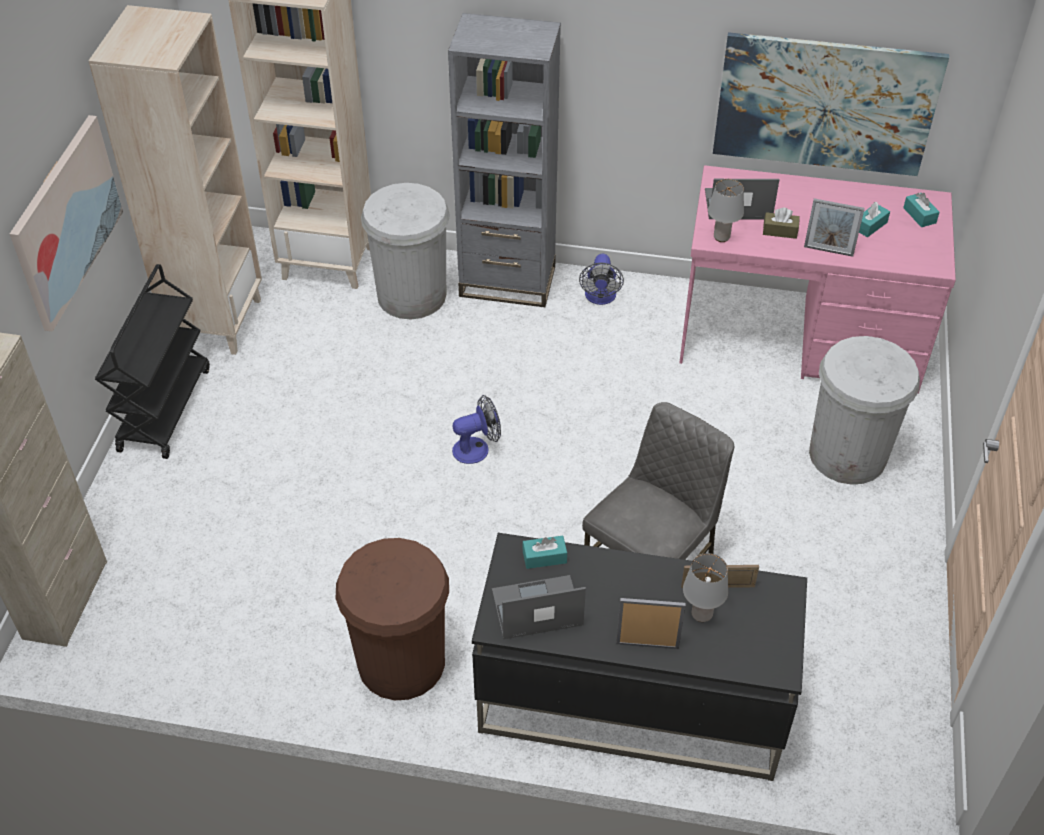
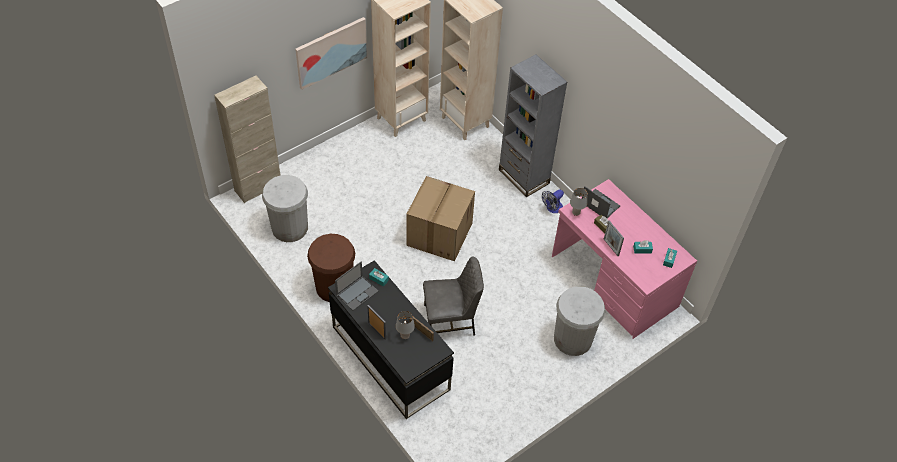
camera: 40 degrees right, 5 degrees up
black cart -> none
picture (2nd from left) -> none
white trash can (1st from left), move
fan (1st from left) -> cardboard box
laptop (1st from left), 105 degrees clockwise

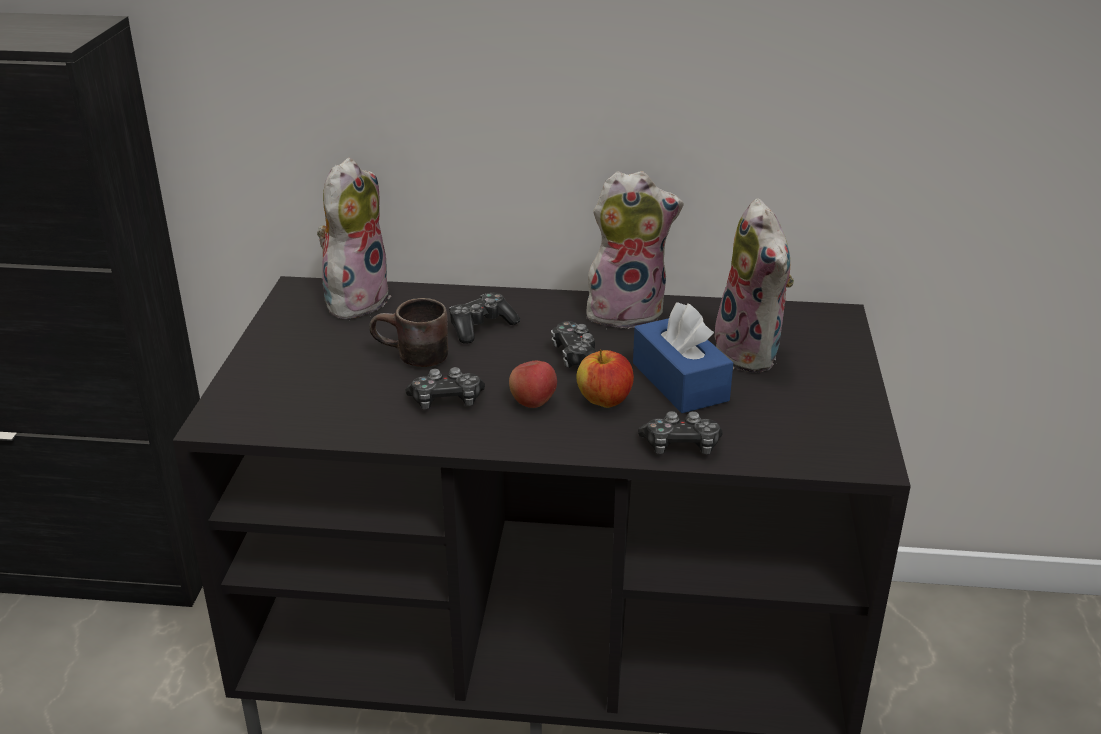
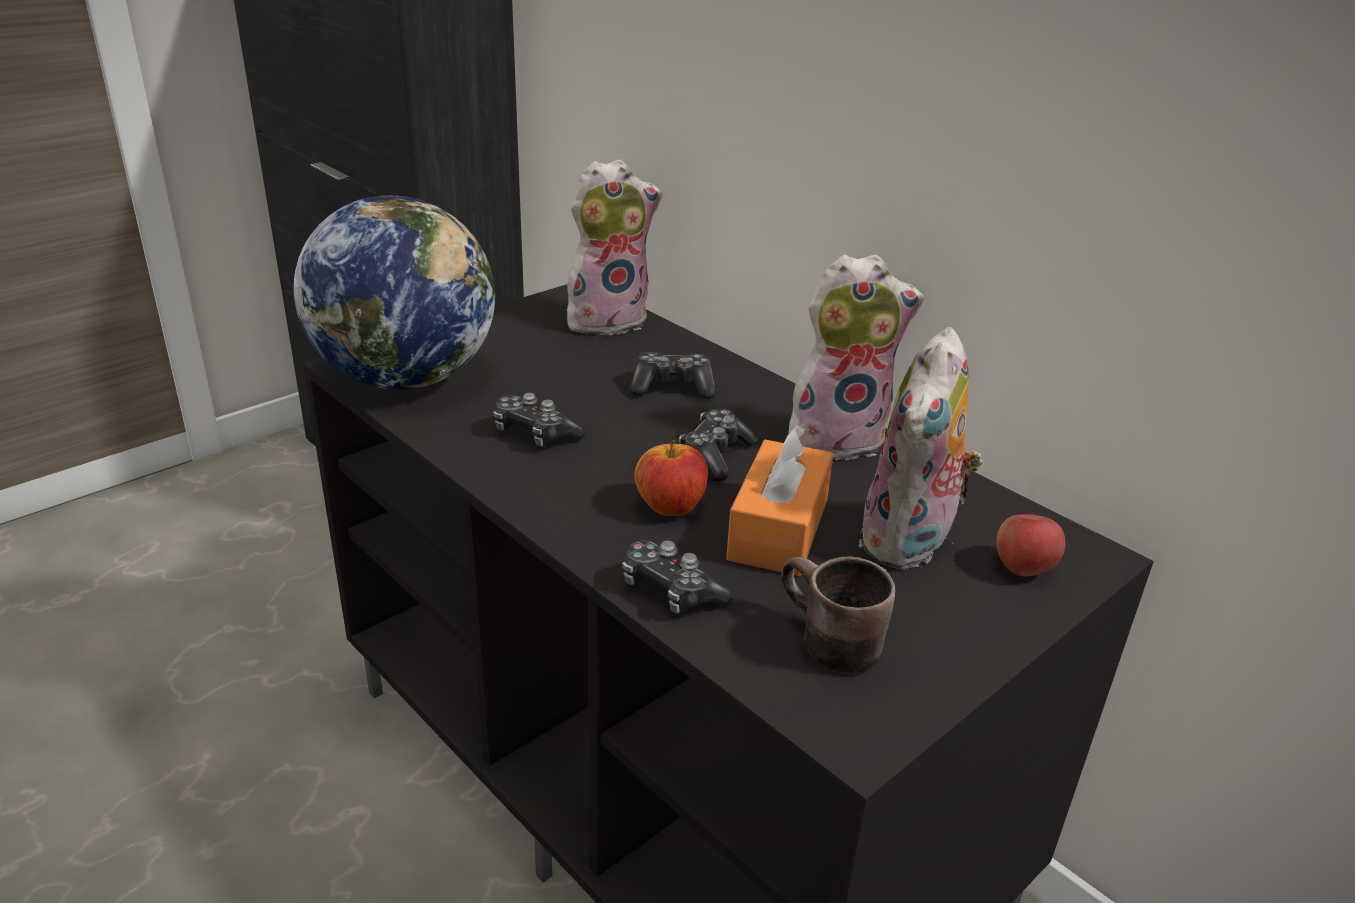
camera: 40 degrees right, 0 degrees up
none -> globe
brown mug, move
apple (1st from left in the first image) -> apple (2nd from left), move
blue tissue box -> orange tissue box
plush toy (2nd from left), 45 degrees counterclockwise

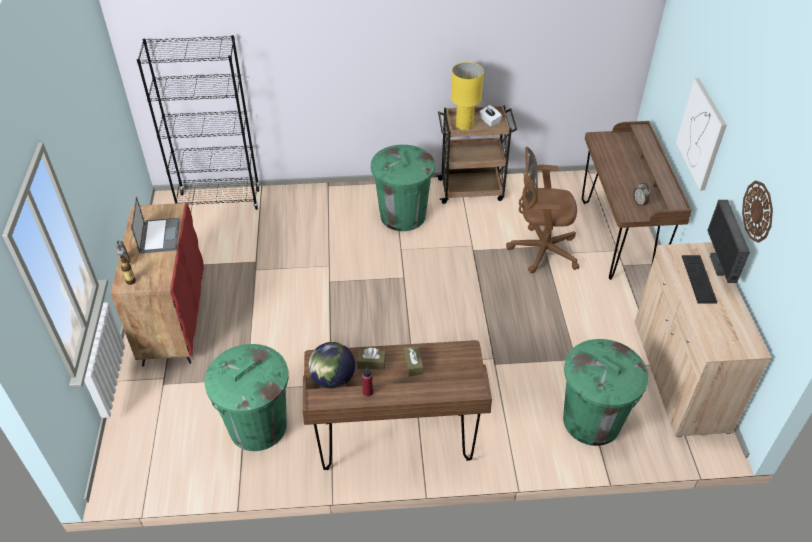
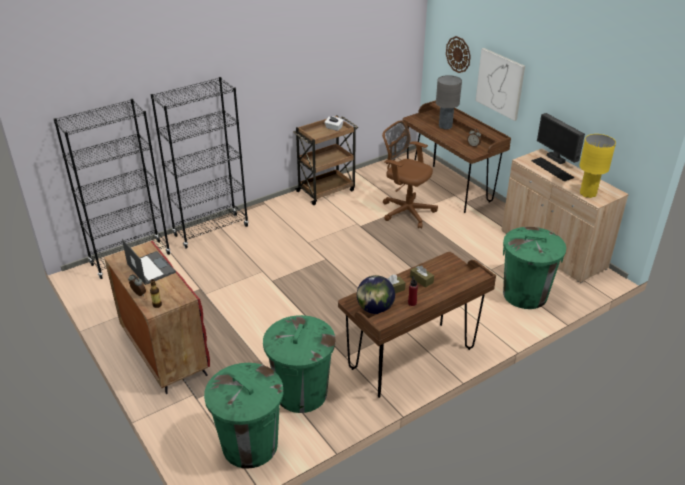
camera: 30 degrees left, 10 degrees down
none -> black bookcase (2nd from left)
none -> grey table lamp
green trash can (2nd from left in the first image) -> green trash can (1st from left), move
yellow table lamp, move
wall clock, move
brown office chair, 60 degrees clockwise

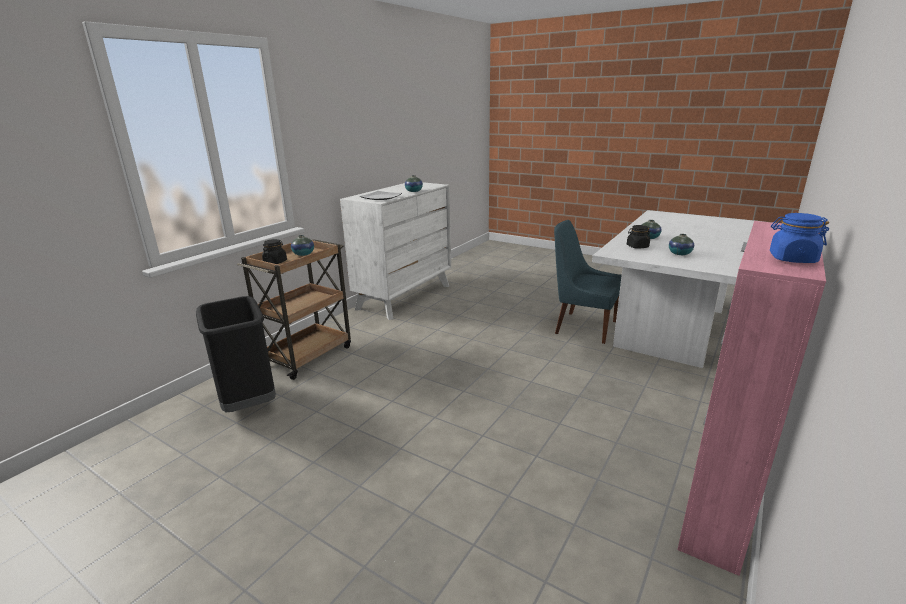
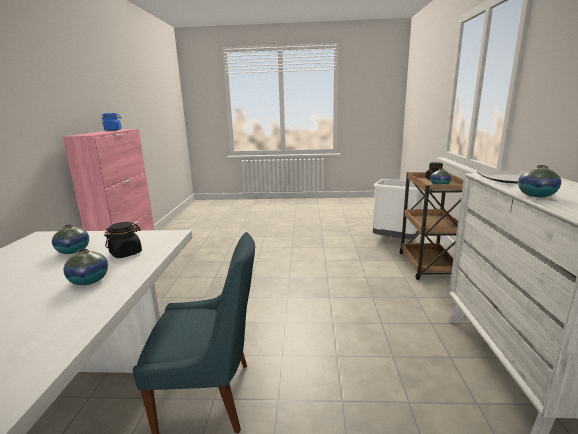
camera: 150 degrees right, 5 degrees down
black trash can -> white trash can

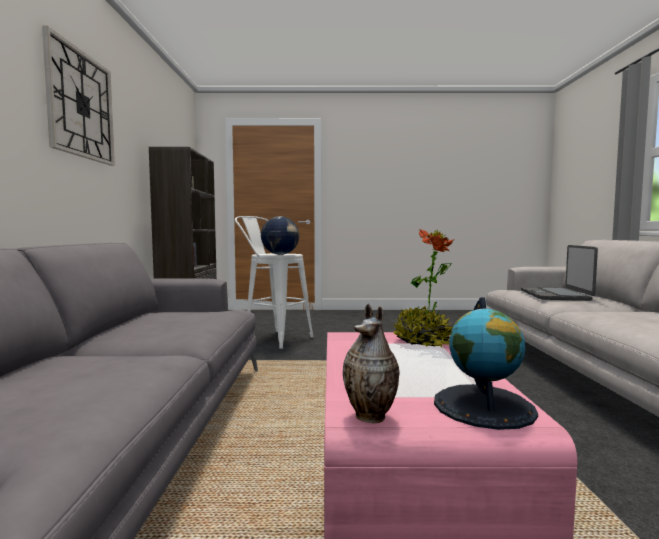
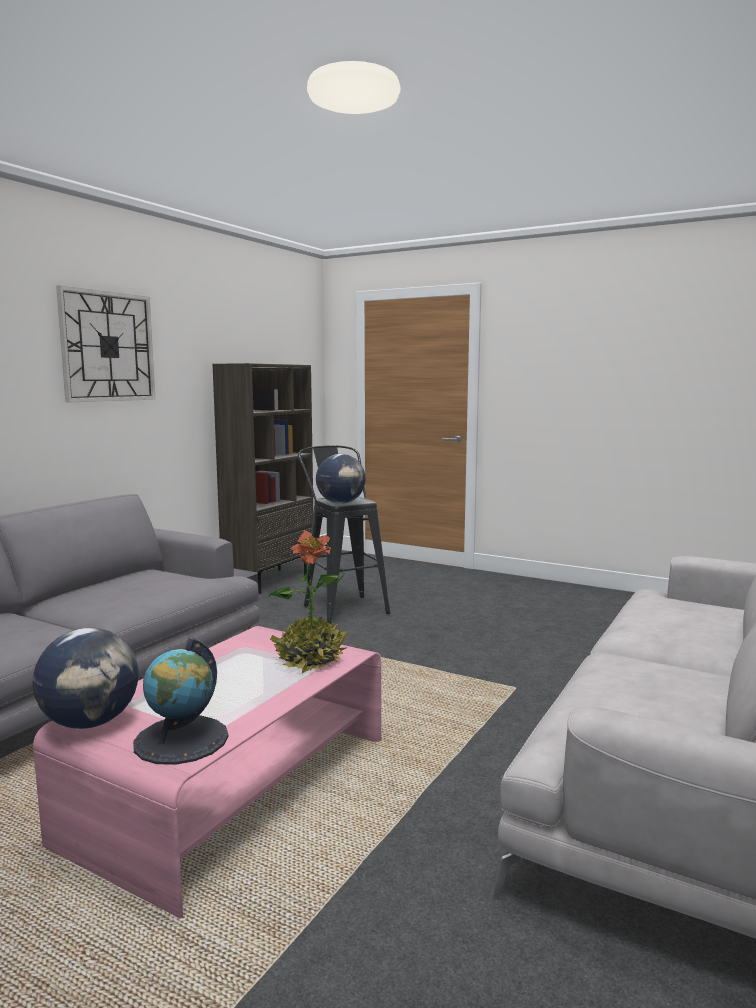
camera: 30 degrees right, 5 degrees up
laptop -> none
vase -> globe (1st from left)
white stool -> black stool

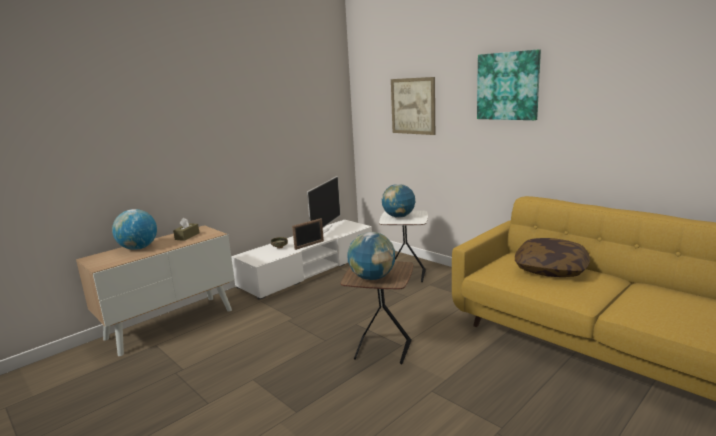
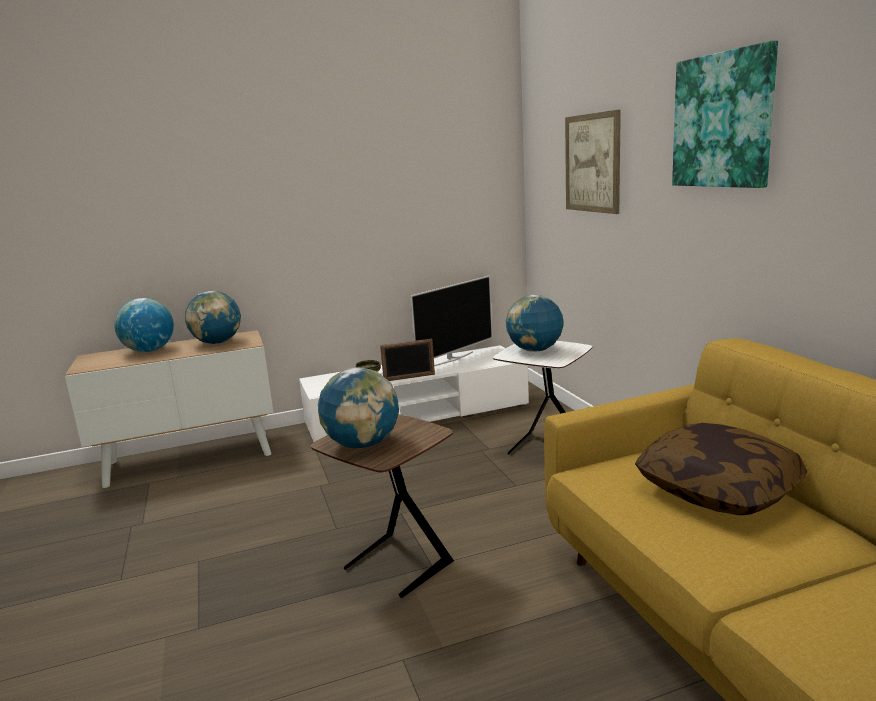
camera: 25 degrees right, 0 degrees up
brown tissue box -> globe (2nd from left)

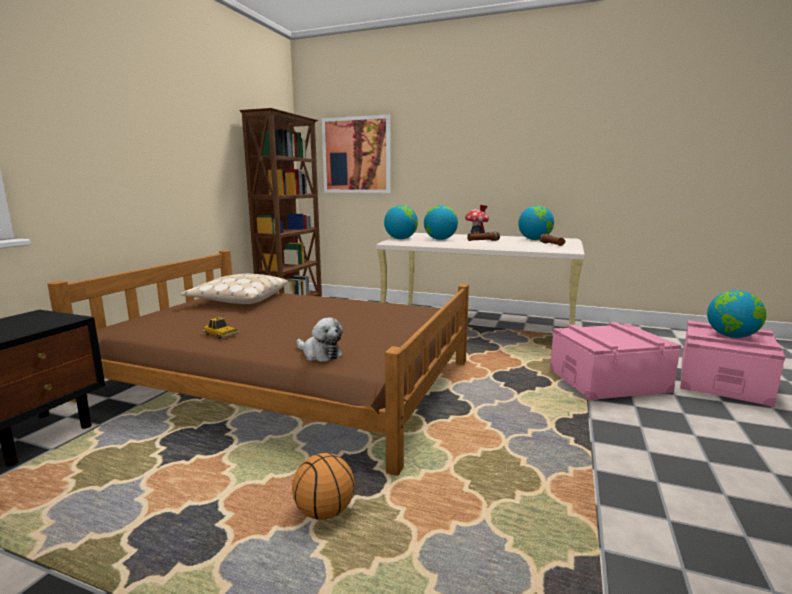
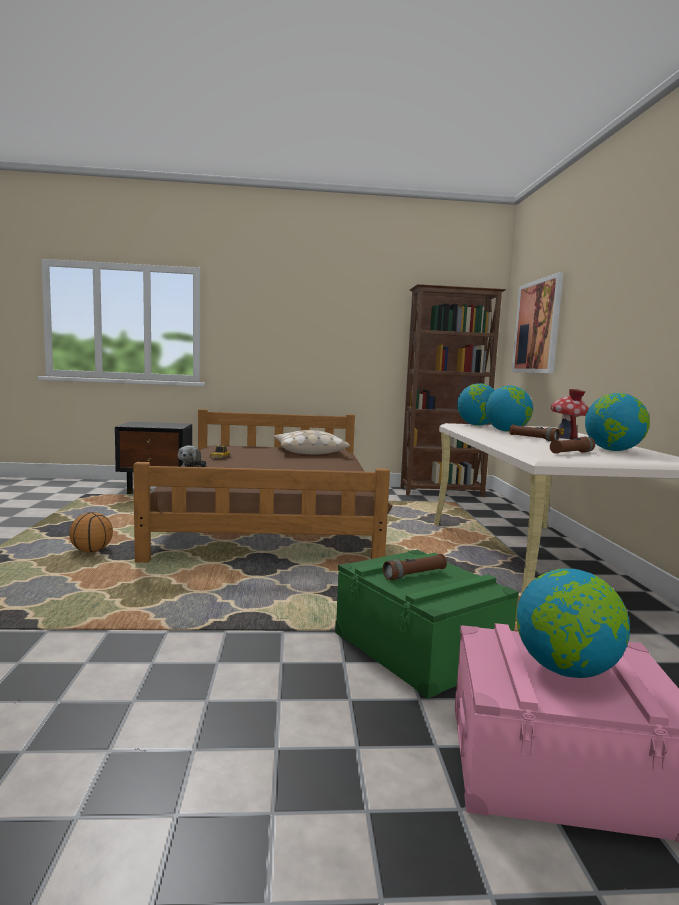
camera: 65 degrees right, 5 degrees down
none -> brown flashlight (1st from left)
pink storage box (1st from left) -> green storage box

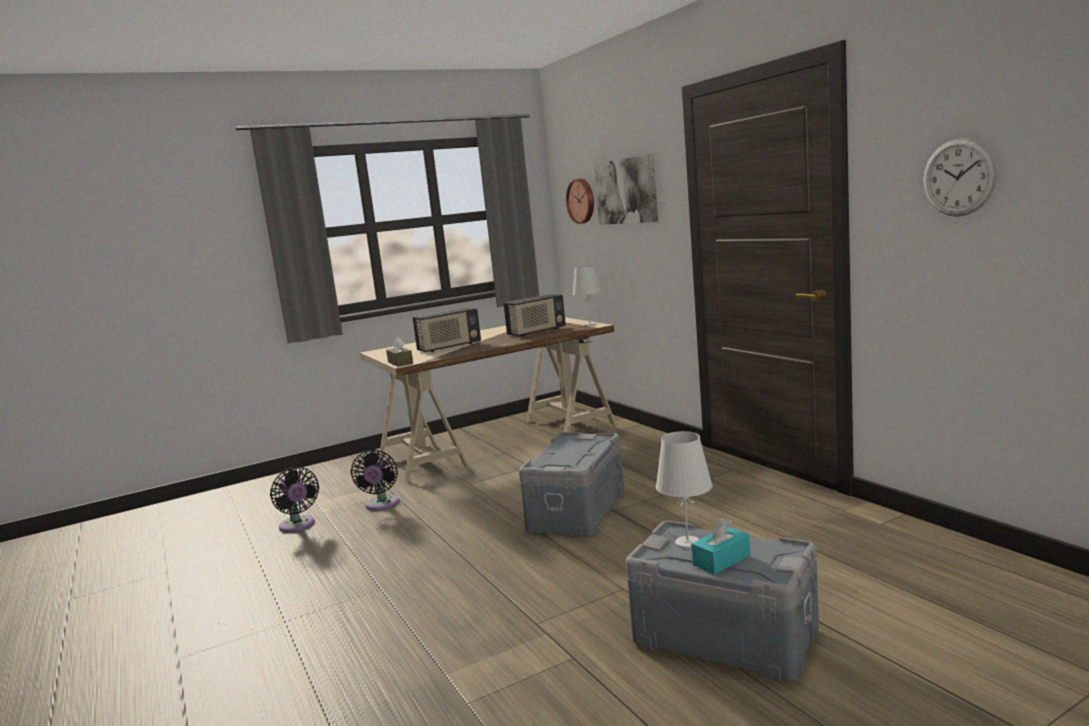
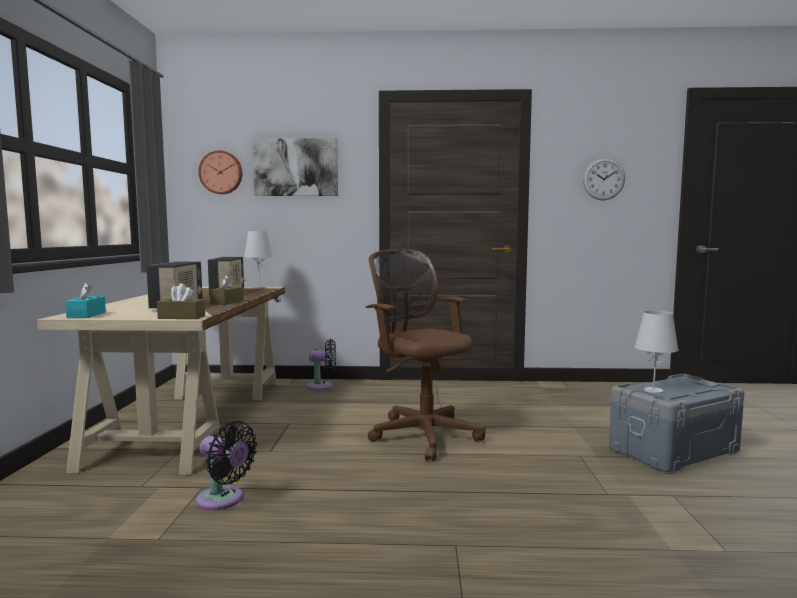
camera: 60 degrees left, 5 degrees down
none -> brown tissue box (2nd from left)
black fan (1st from left in the first image) -> black fan (2nd from left), move
turquoise tissue box, move
grey storage box (1st from left) -> brown office chair

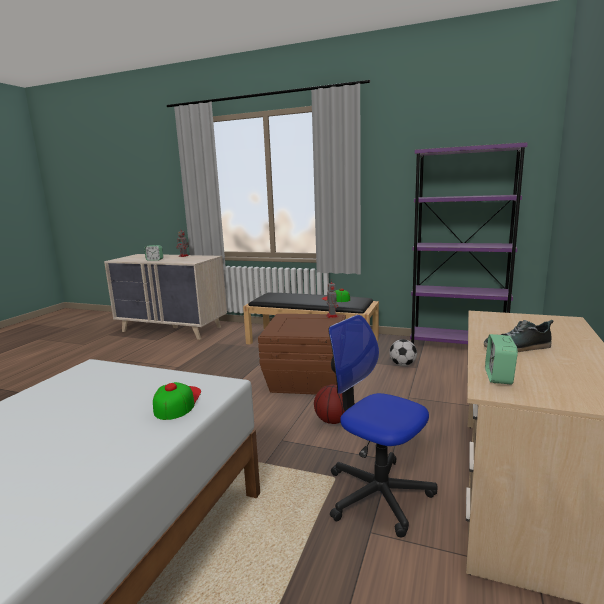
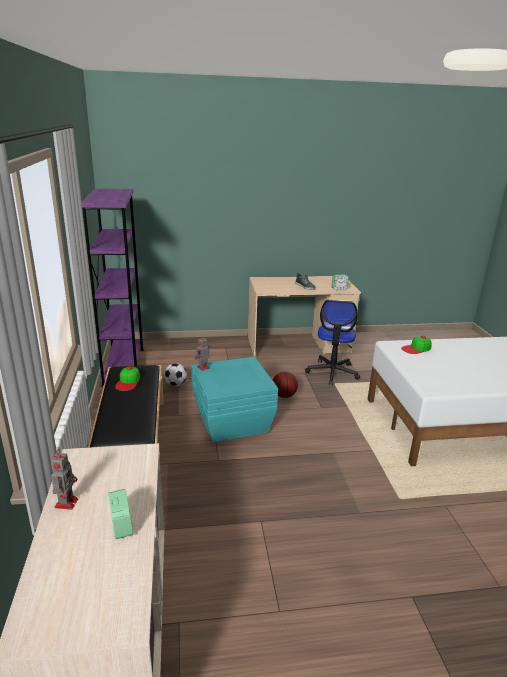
camera: 120 degrees left, 10 degrees up
brown storage box -> turquoise storage box

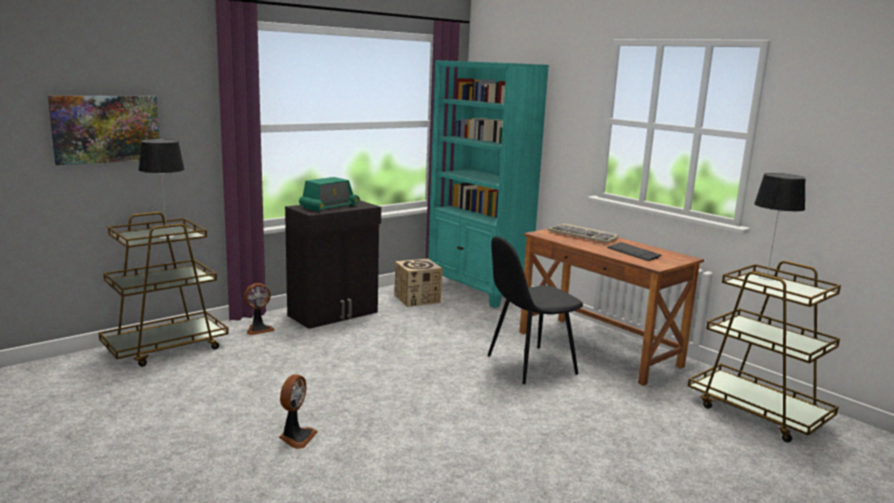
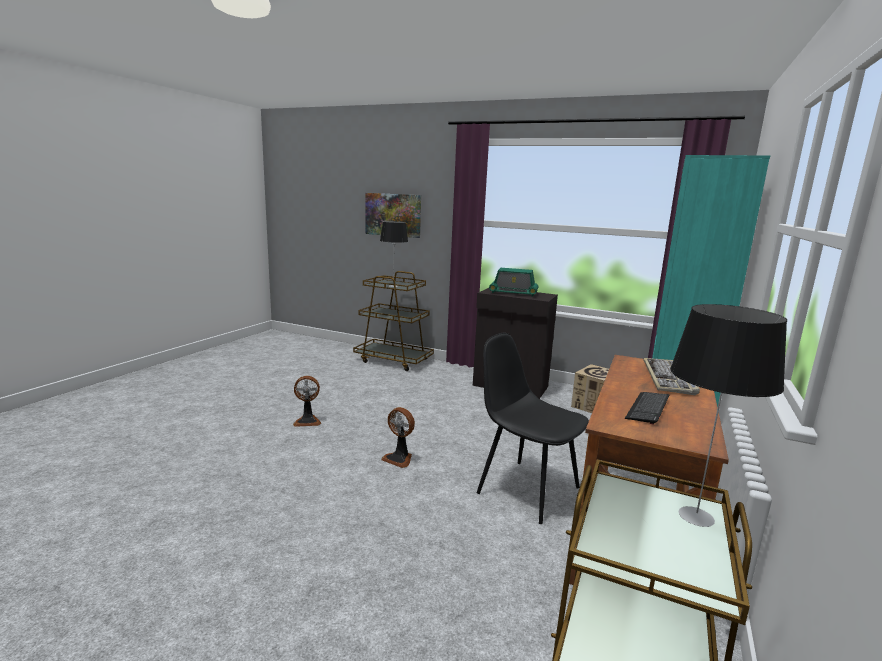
camera: 65 degrees right, 0 degrees up
fan (1st from left in the first image) -> fan (2nd from left), move

